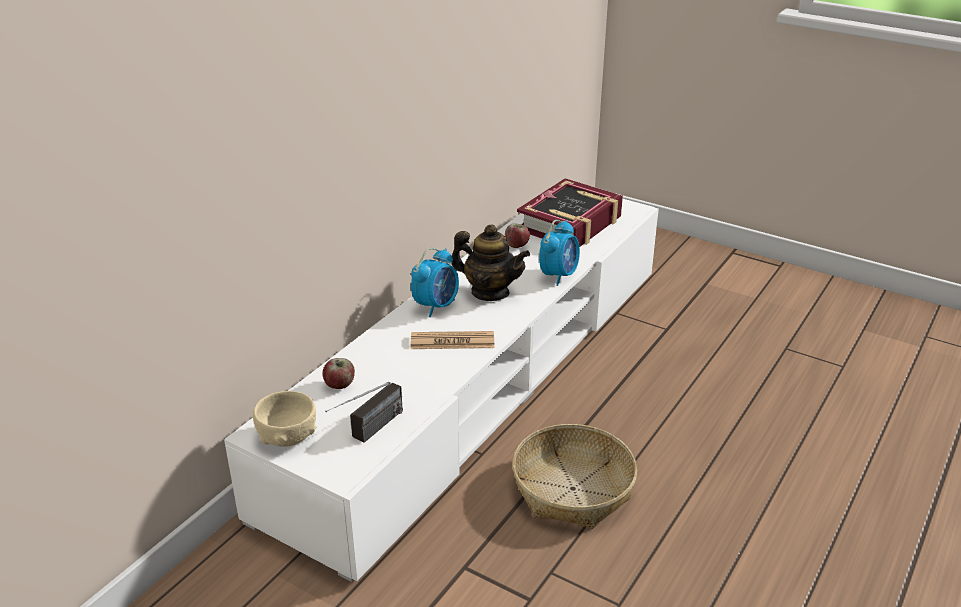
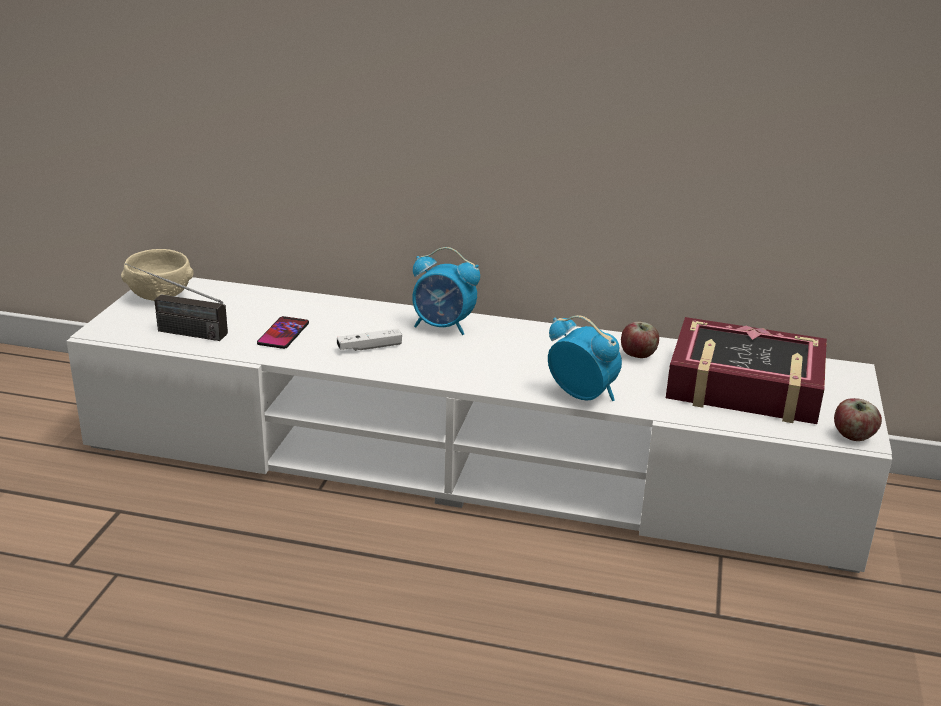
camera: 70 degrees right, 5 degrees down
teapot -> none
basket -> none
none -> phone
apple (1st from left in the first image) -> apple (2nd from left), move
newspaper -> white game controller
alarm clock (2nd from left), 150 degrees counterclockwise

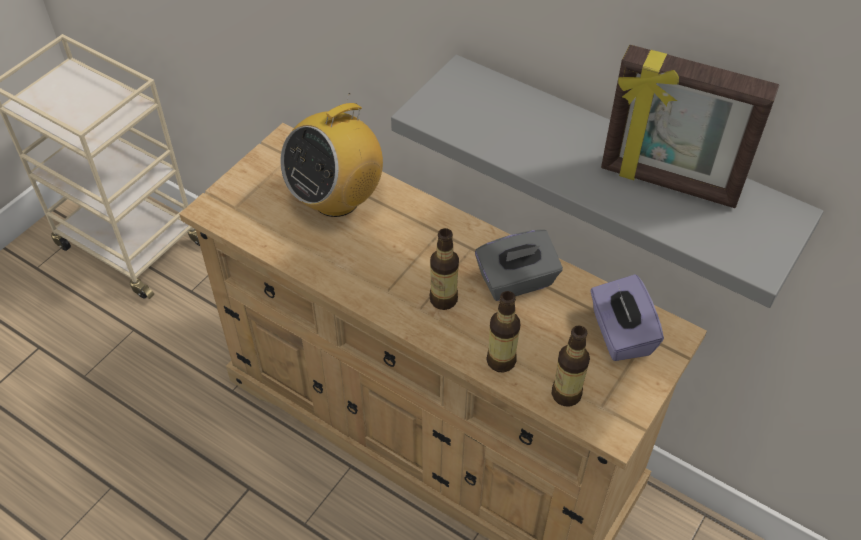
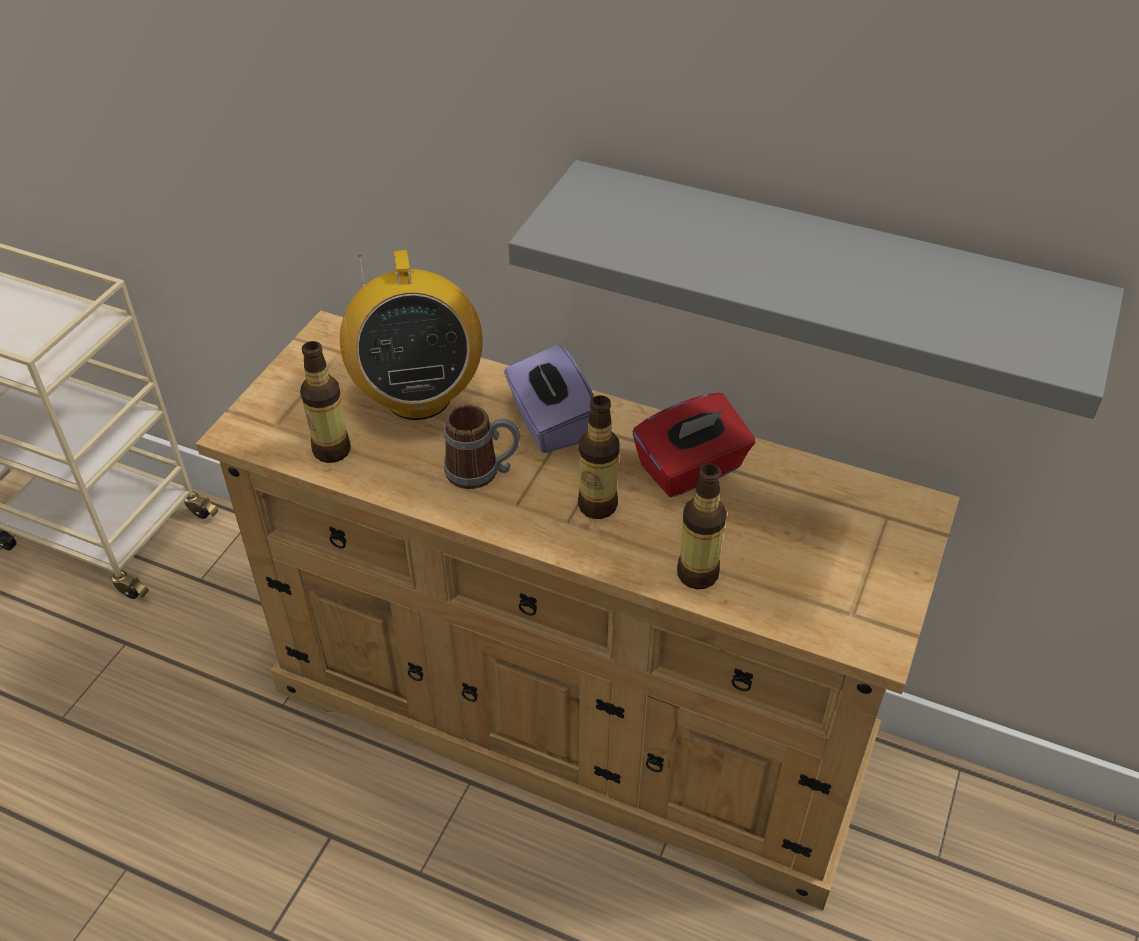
camera: 10 degrees left, 5 degrees down
picture frame -> none
none -> mug
bottle (3rd from left in the first image) -> bottle (1st from left), move
purple tissue box, move
grey tissue box -> red tissue box
radio, 45 degrees counterclockwise

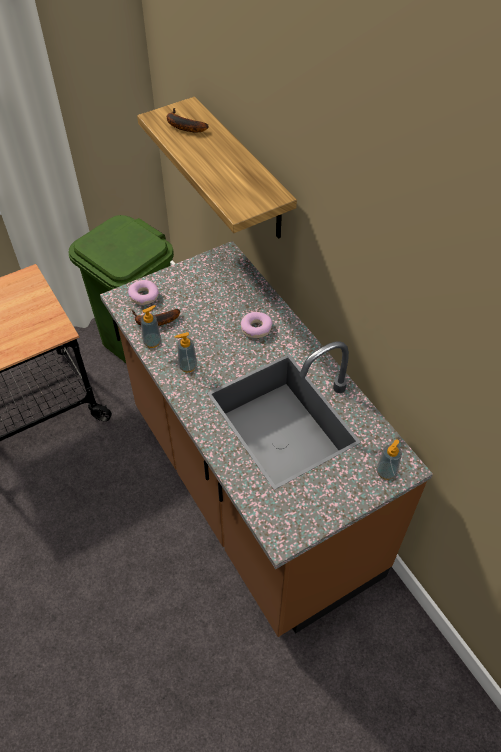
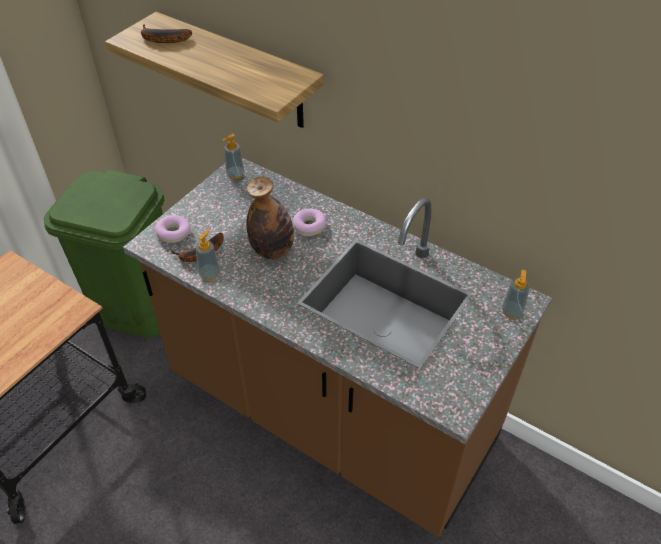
camera: 25 degrees left, 5 degrees down
none -> bottle
soap dispenser (2nd from left), move

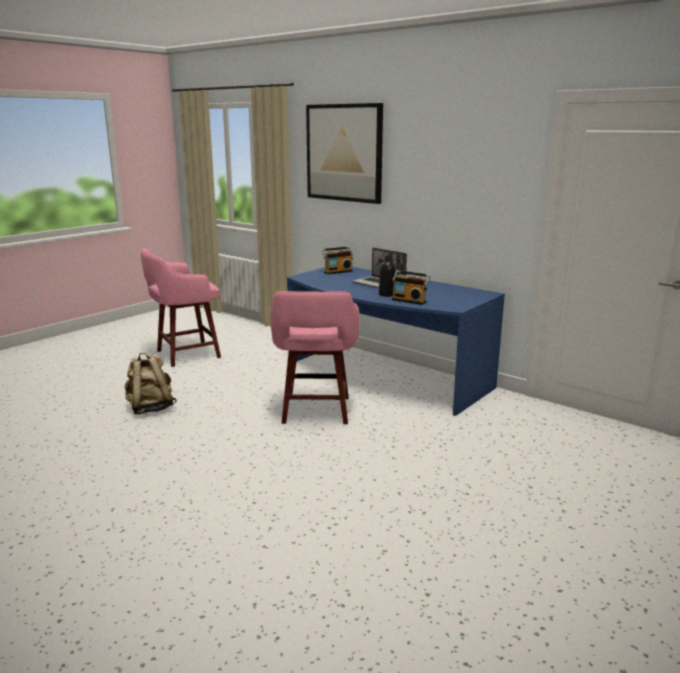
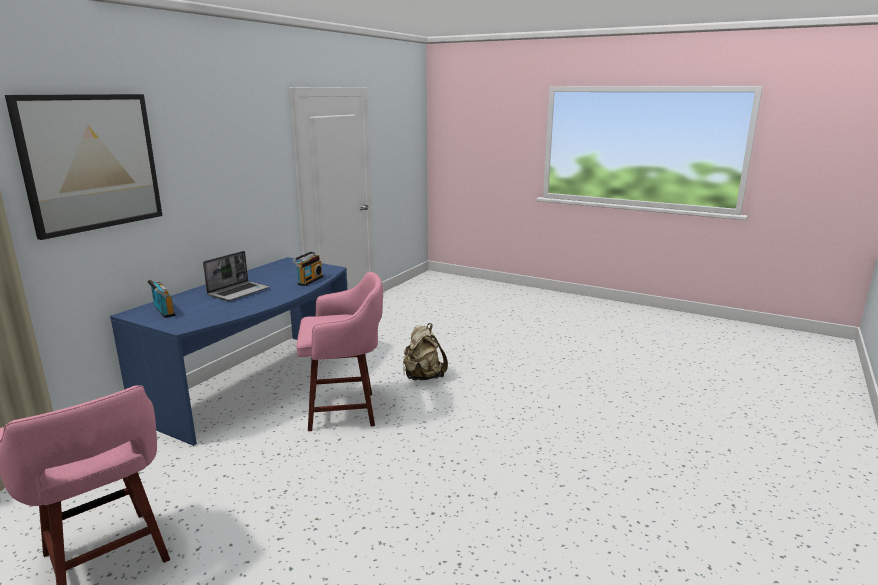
camera: 100 degrees left, 0 degrees up
black bottle -> none
beige backpack, move

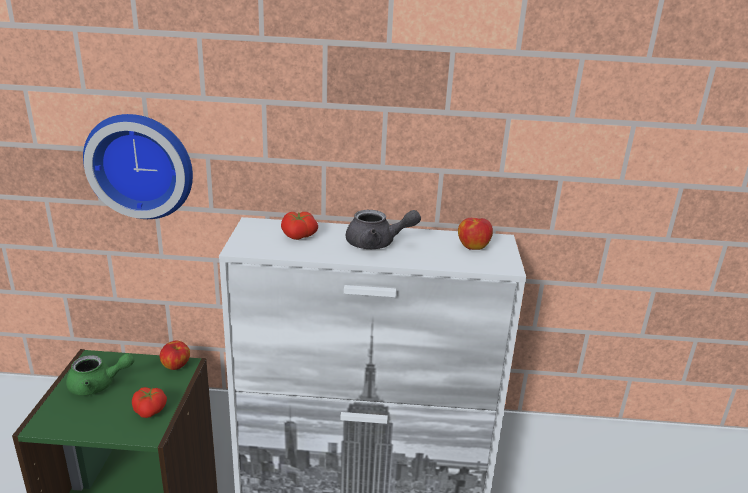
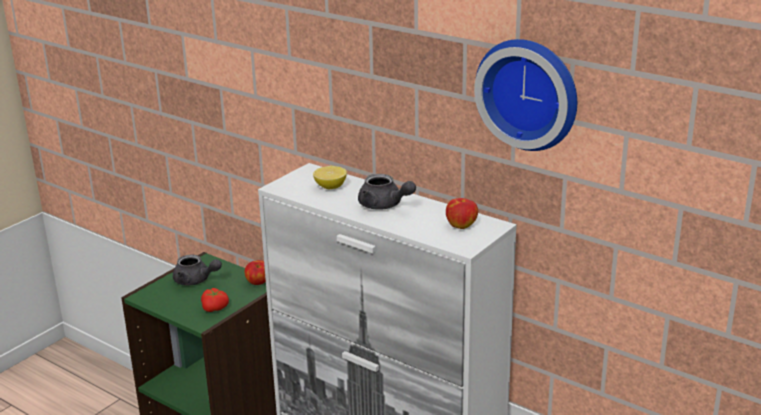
camera: 35 degrees right, 0 degrees up
wall clock, move
tomato (2nd from left) -> lemon
green teapot -> grey teapot (1st from left)

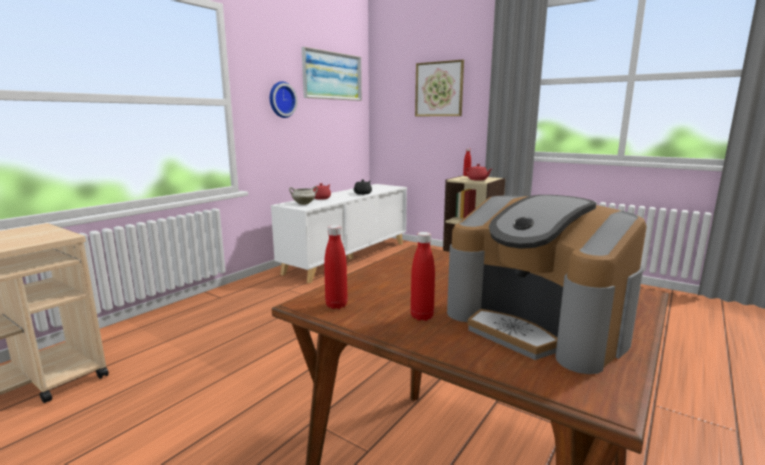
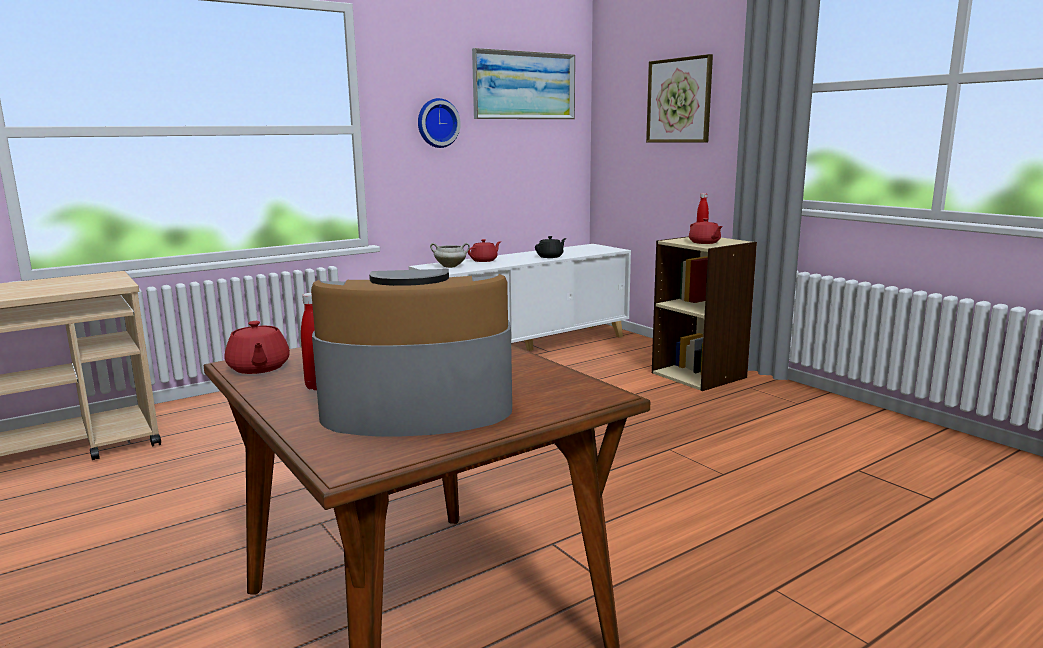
camera: 20 degrees right, 0 degrees up
red bottle (1st from left) -> red teapot (1st from left)
coffee machine, 105 degrees clockwise

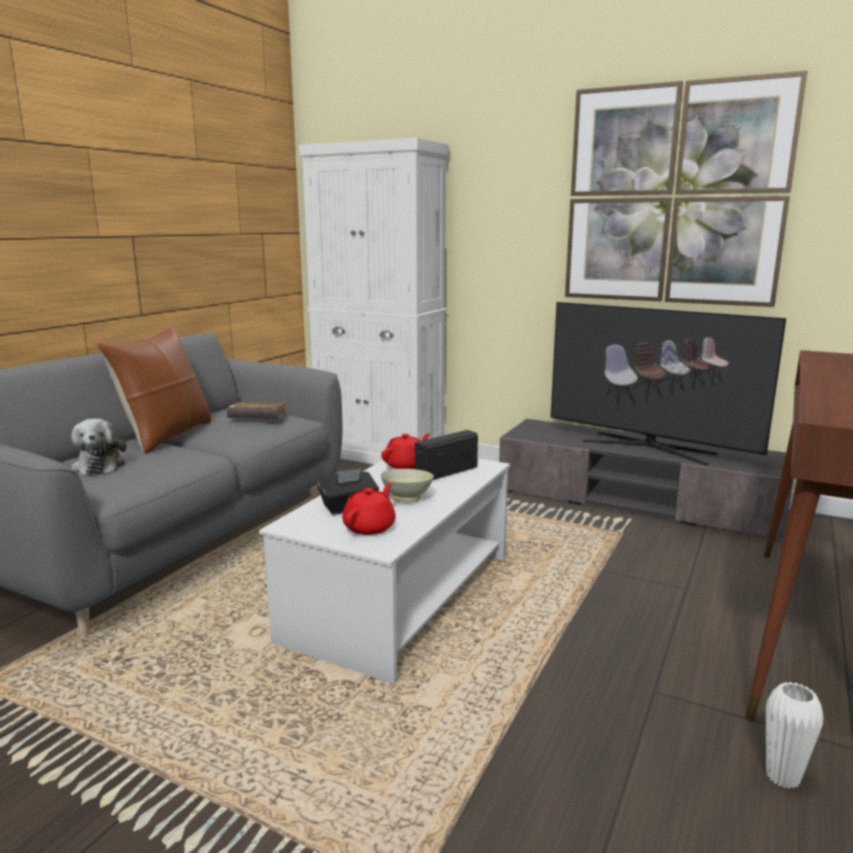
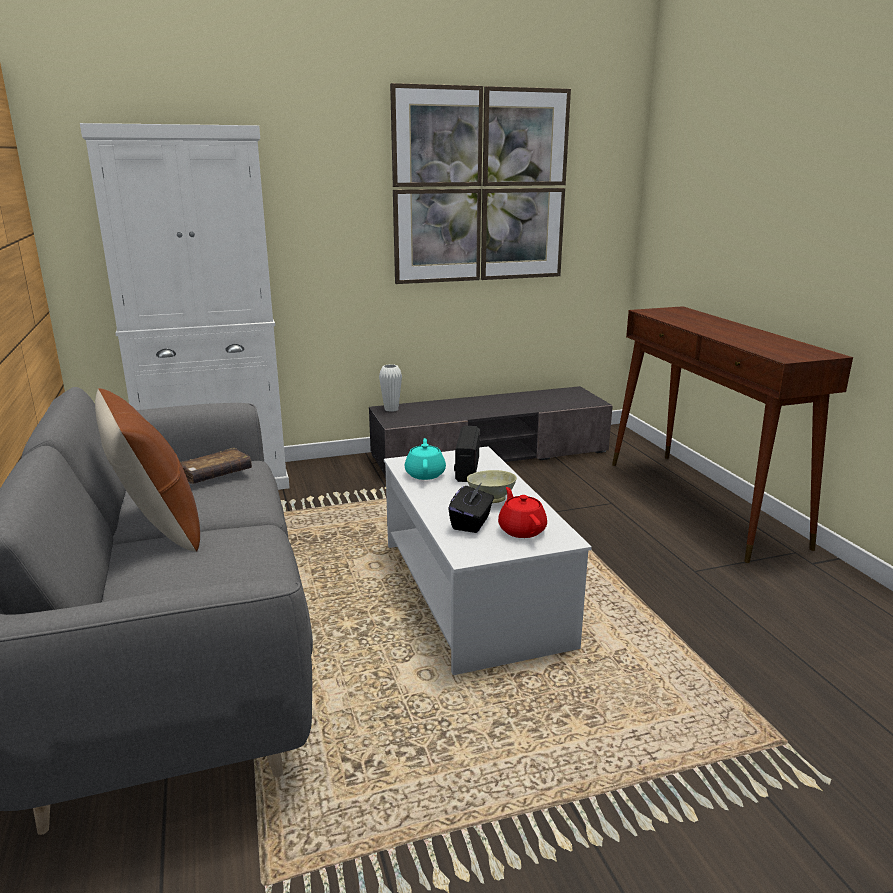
camera: 45 degrees left, 5 degrees up
plush toy -> none
television -> none
white vase, move
red teapot (2nd from left) -> turquoise teapot

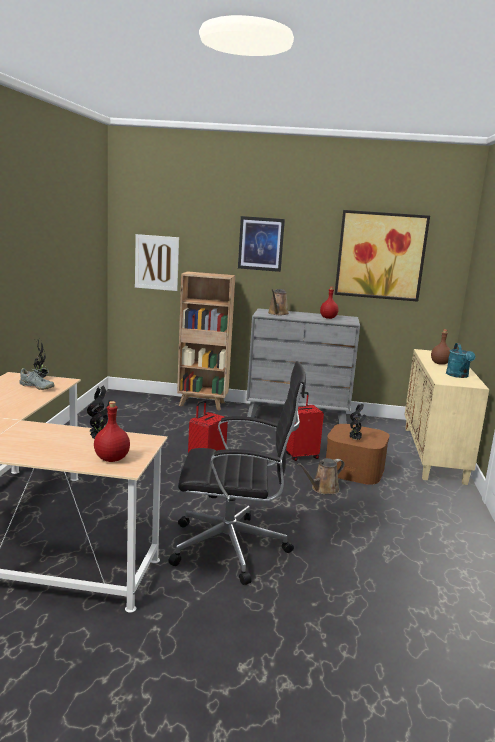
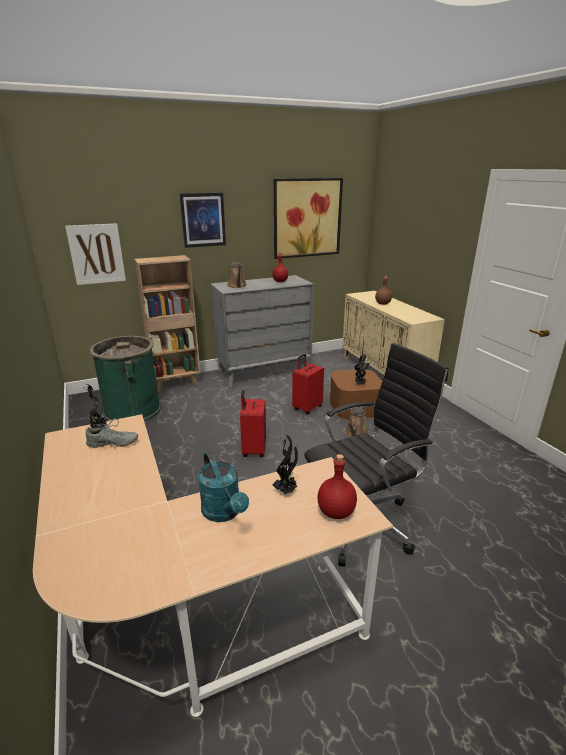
camera: 30 degrees left, 10 degrees up
none -> green trash can
turquoise watering can, move

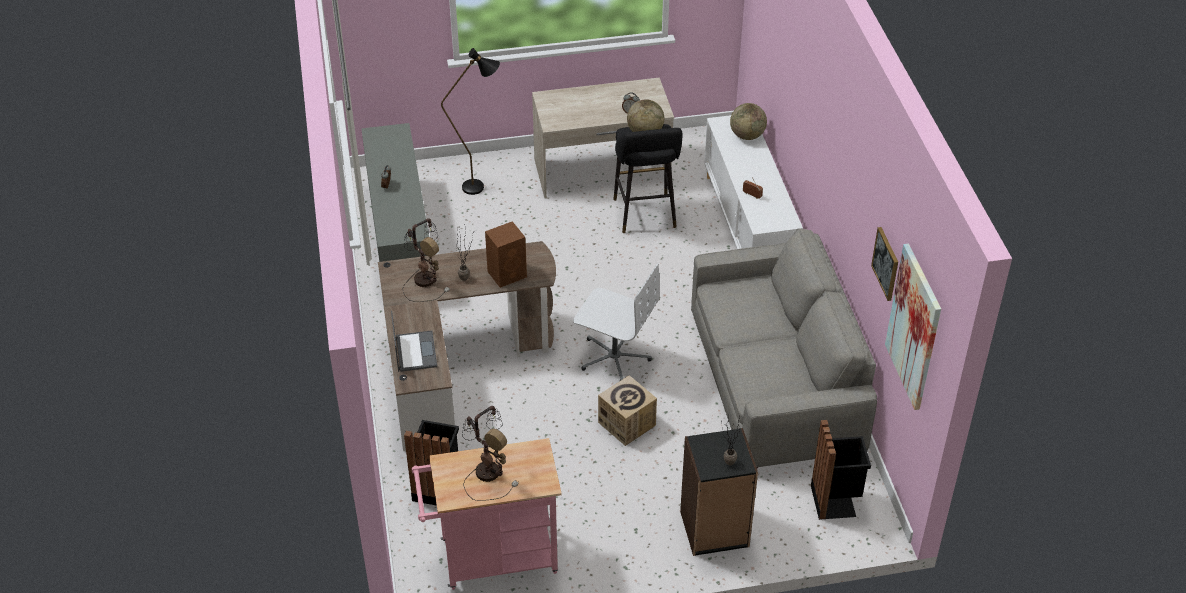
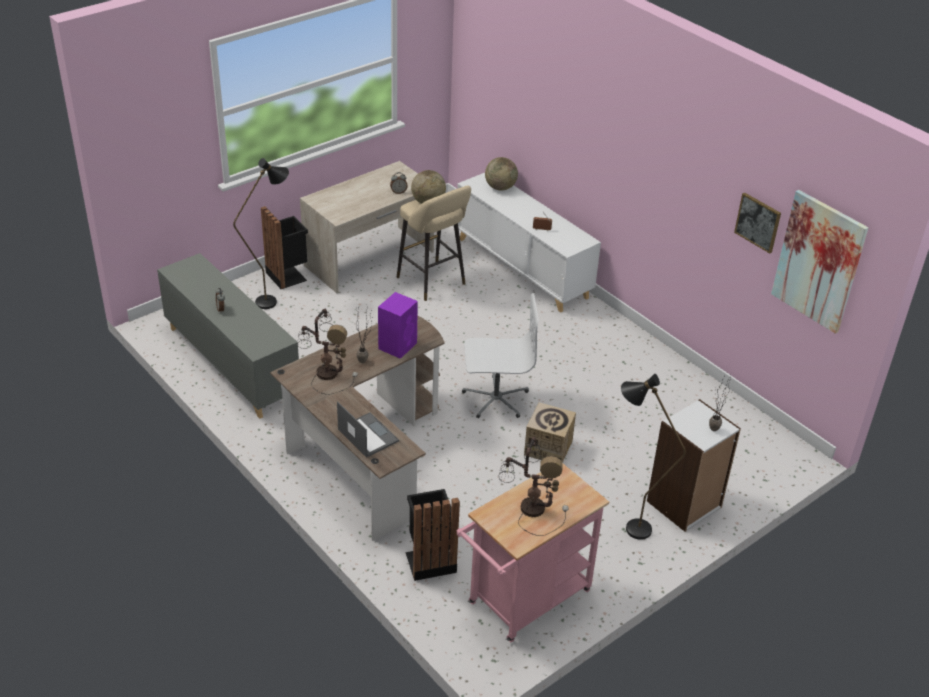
camera: 30 degrees left, 5 degrees down
grey sofa -> none
none -> black floor lamp (2nd from left)
black trash can (2nd from left in the first image) -> black trash can (1st from left), move
brown speaker -> purple speaker
black stool -> beige stool
black bookcase -> white bookcase

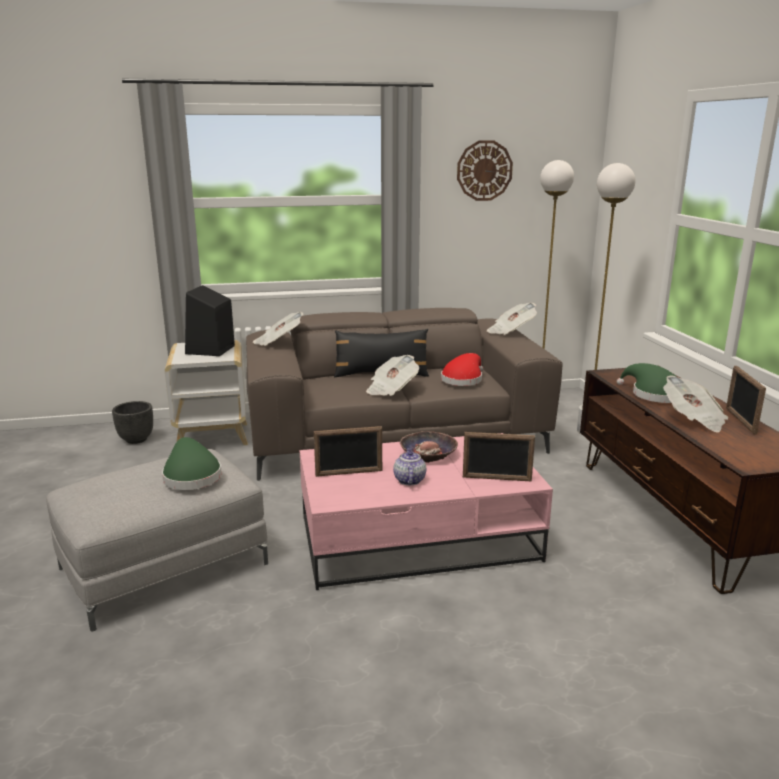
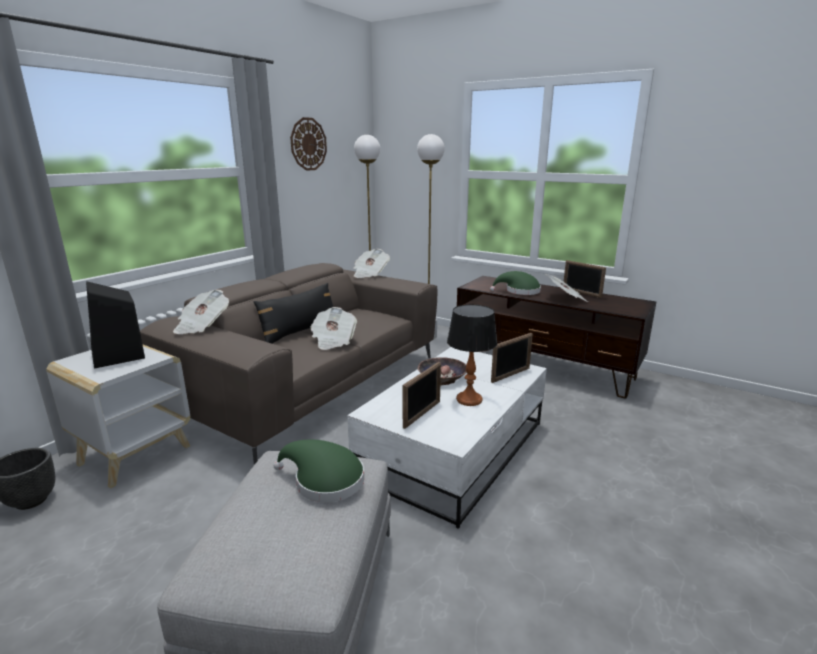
camera: 45 degrees left, 0 degrees up
red hat -> none
teapot -> table lamp
pink coffee table -> white coffee table

